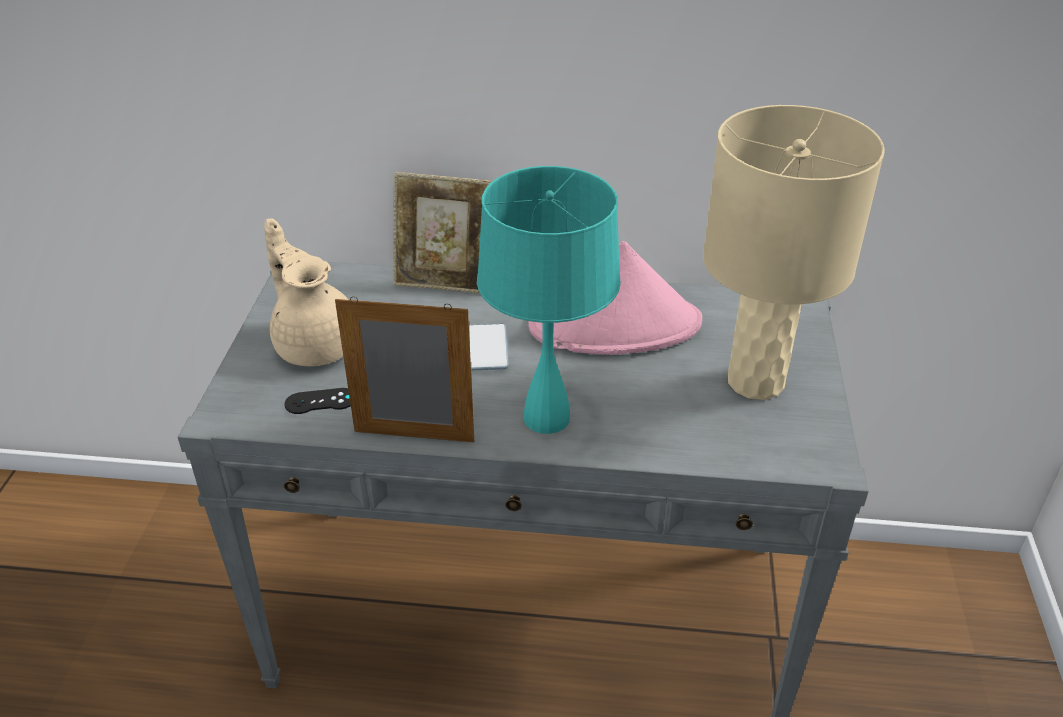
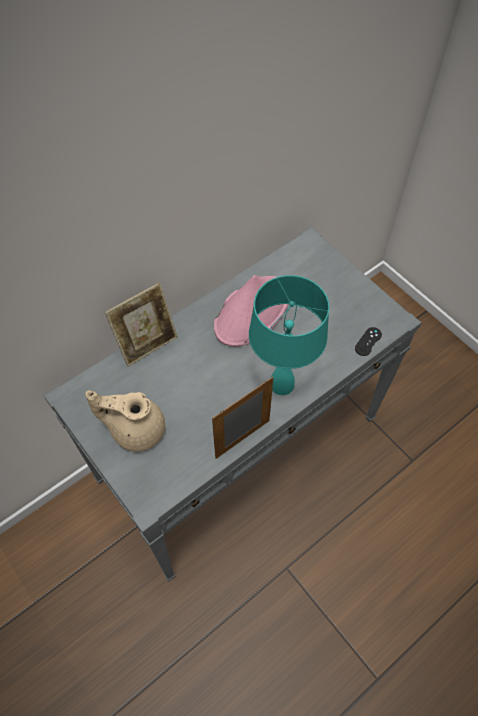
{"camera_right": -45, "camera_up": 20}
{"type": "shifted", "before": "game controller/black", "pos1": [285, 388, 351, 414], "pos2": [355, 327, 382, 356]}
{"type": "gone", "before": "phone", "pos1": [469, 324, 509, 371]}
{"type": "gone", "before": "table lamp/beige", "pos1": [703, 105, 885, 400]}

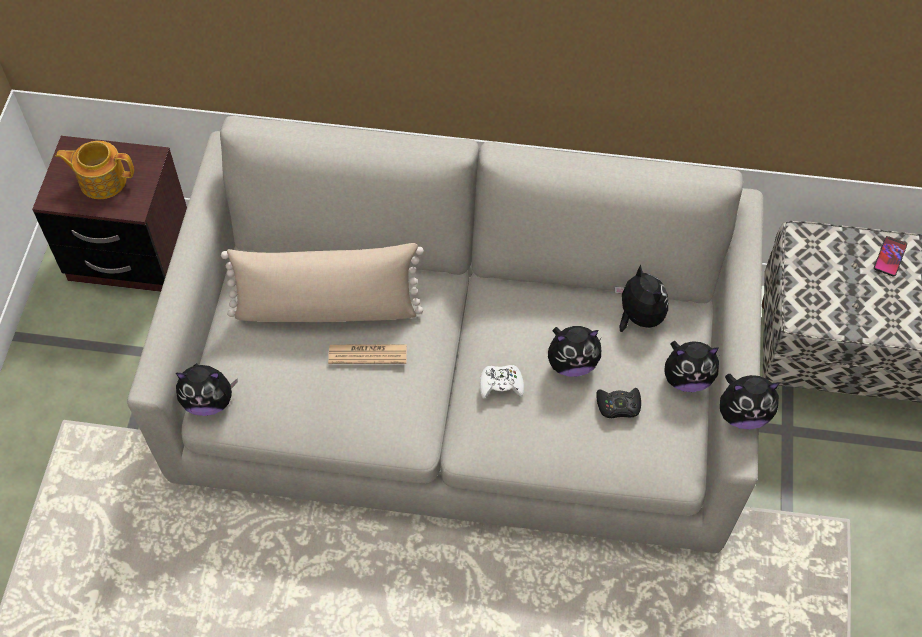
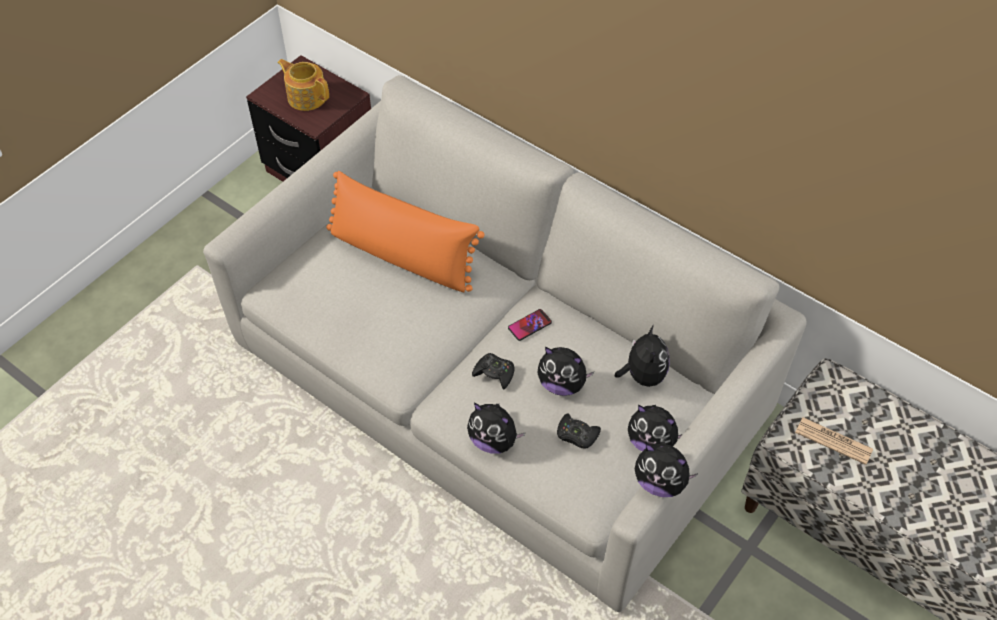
{"camera_right": 30, "camera_up": -5}
{"type": "repainted", "before": "pillow/beige", "after": "pillow/orange", "pos1": [221, 243, 424, 322], "pos2": [326, 171, 484, 292]}
{"type": "shifted", "before": "plush toy", "pos1": [176, 363, 238, 416], "pos2": [467, 403, 526, 453]}
{"type": "repainted", "before": "game controller/white", "after": "game controller/black", "pos1": [480, 365, 524, 398], "pos2": [472, 353, 515, 390]}
{"type": "shifted", "before": "phone", "pos1": [874, 236, 907, 277], "pos2": [508, 309, 552, 341]}
{"type": "shifted", "before": "newspaper", "pos1": [328, 345, 407, 364], "pos2": [795, 417, 873, 465]}

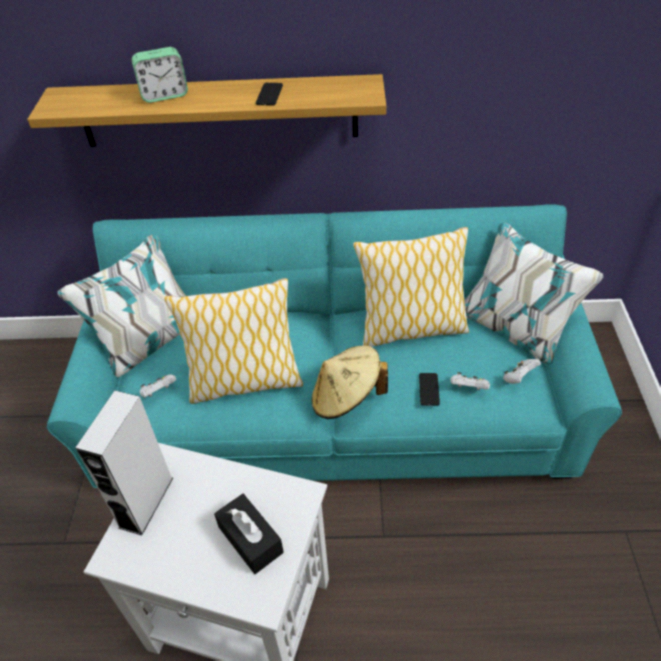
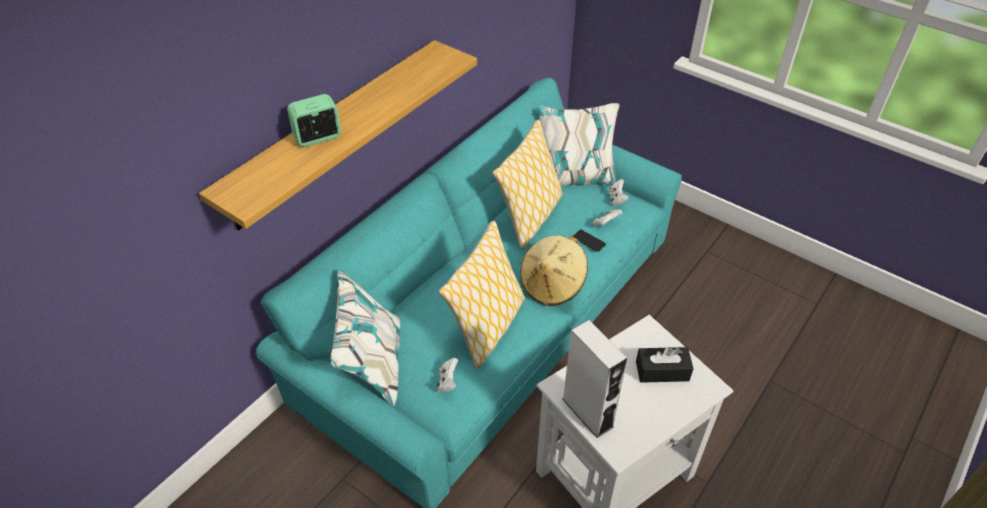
{"camera_right": -55, "camera_up": 0}
{"type": "rotated", "before": "alarm clock", "pos1": [132, 47, 188, 103], "pos2": [287, 94, 341, 147], "turn": -135}
{"type": "gone", "before": "phone", "pos1": [256, 83, 283, 106]}

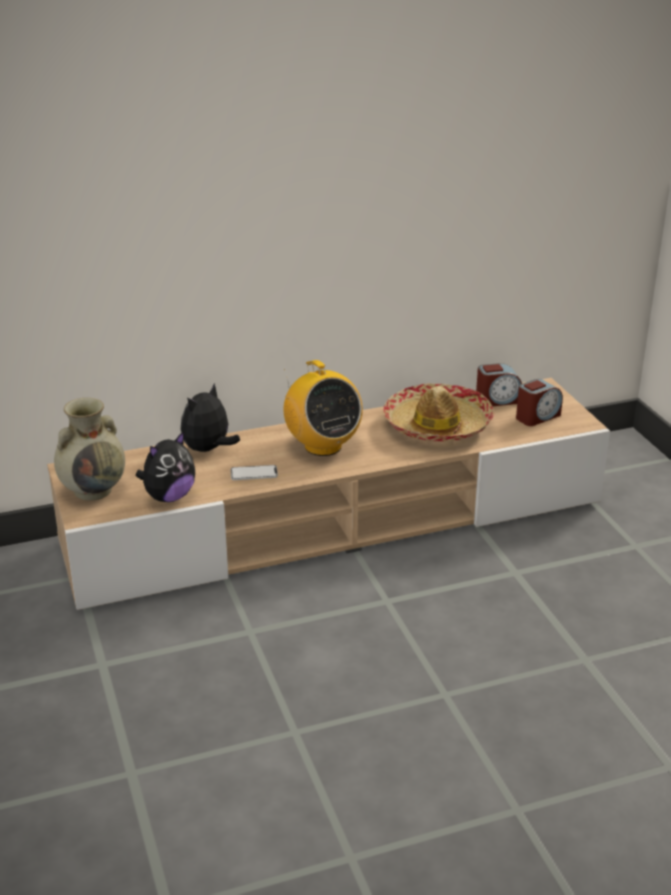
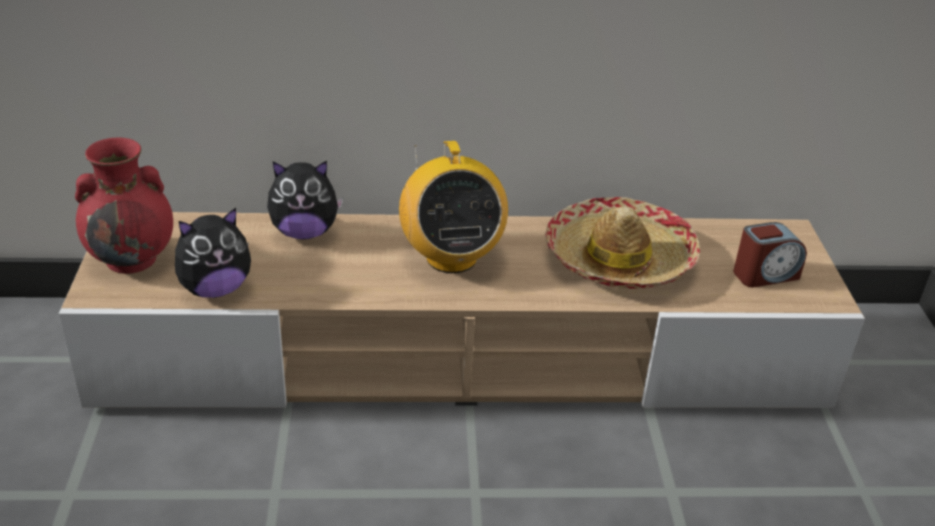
{"camera_right": 15, "camera_up": 5}
{"type": "repainted", "before": "vase/beige", "after": "vase/red", "pos1": [54, 398, 125, 501], "pos2": [75, 137, 173, 274]}
{"type": "rotated", "before": "plush toy", "pos1": [181, 383, 240, 452], "pos2": [267, 161, 344, 240], "turn": -150}
{"type": "gone", "before": "phone", "pos1": [231, 465, 278, 480]}
{"type": "gone", "before": "alarm clock", "pos1": [476, 363, 522, 406]}

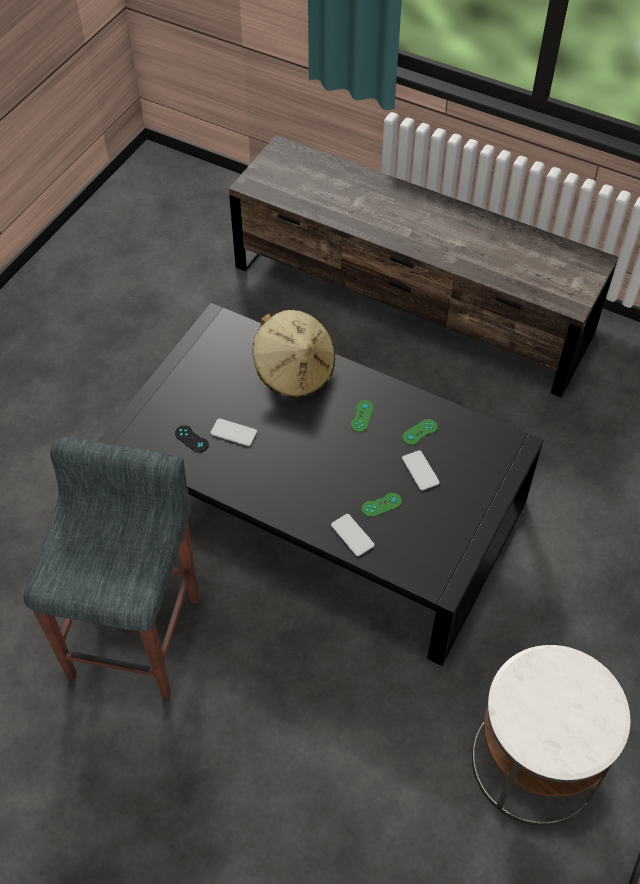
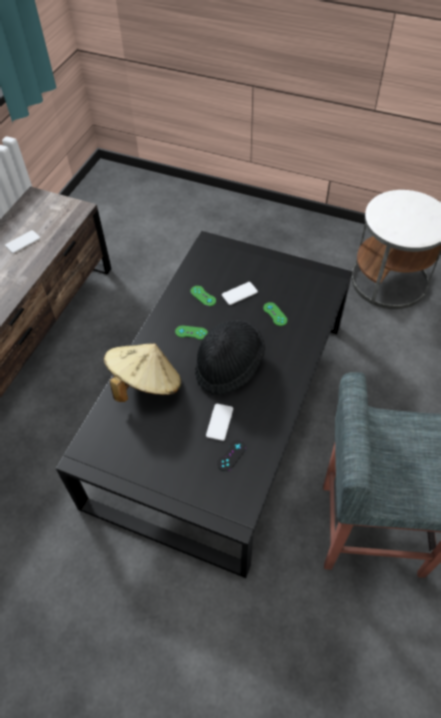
{"camera_right": -95, "camera_up": 0}
{"type": "shifted", "before": "phone", "pos1": [331, 514, 374, 556], "pos2": [5, 230, 40, 253]}
{"type": "new", "after": "hat/black", "pos2": [195, 320, 265, 395]}

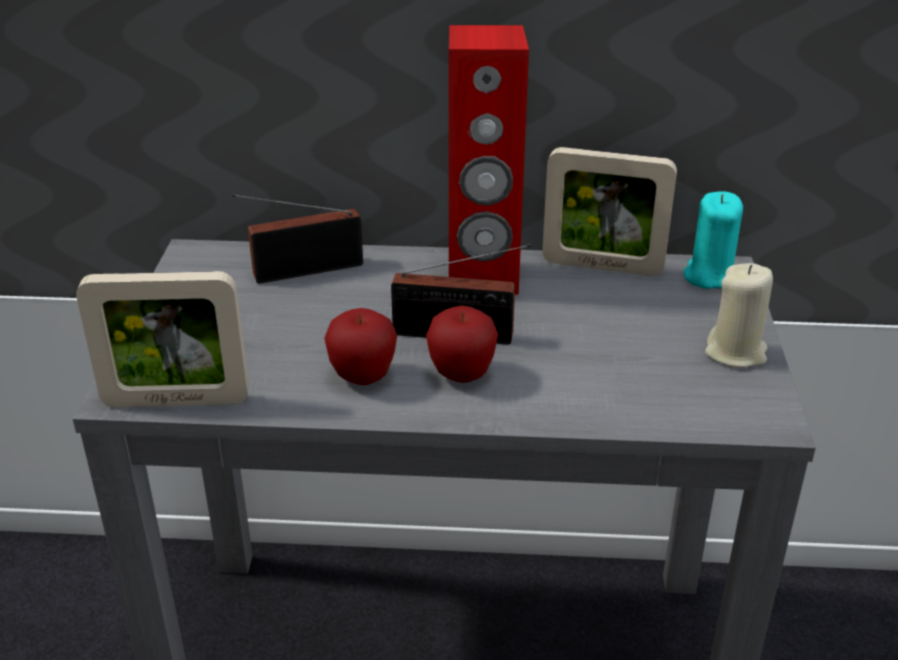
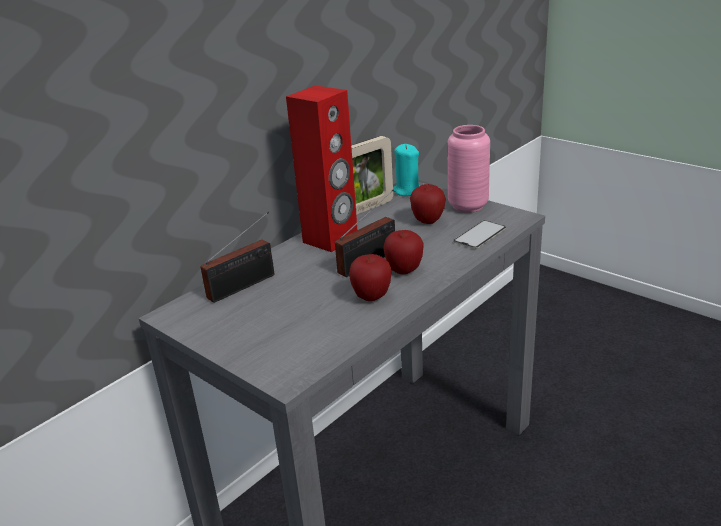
{"camera_right": -50, "camera_up": -5}
{"type": "rotated", "before": "radio", "pos1": [231, 194, 363, 284], "pos2": [201, 211, 274, 303], "turn": -150}
{"type": "new", "after": "apple", "pos2": [410, 184, 445, 224]}
{"type": "swapped", "before": "candle/beige", "after": "vase/pink", "pos1": [705, 263, 773, 368], "pos2": [448, 125, 490, 213]}
{"type": "new", "after": "phone", "pos2": [453, 220, 506, 249]}
{"type": "gone", "before": "picture frame", "pos1": [76, 271, 249, 407]}

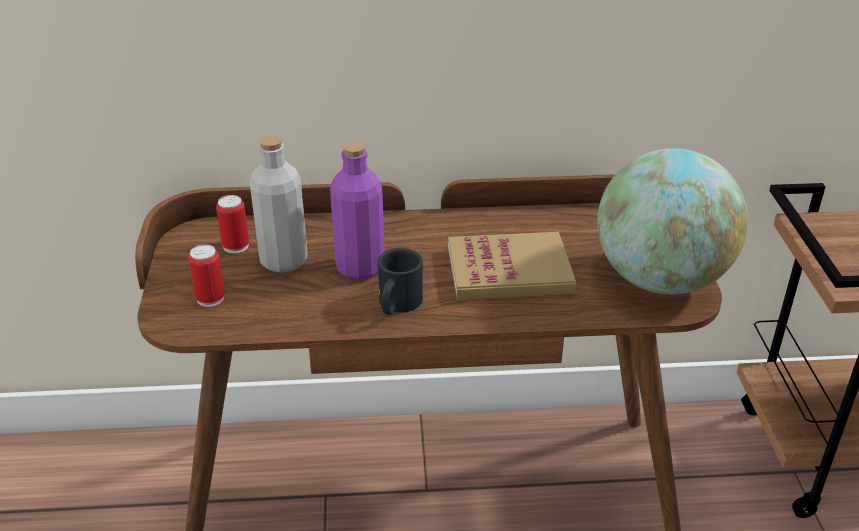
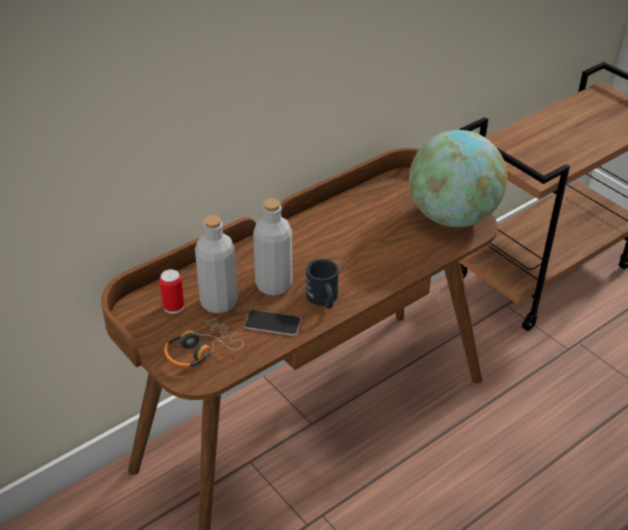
{"camera_right": -35, "camera_up": 5}
{"type": "swapped", "before": "can", "after": "headphones", "pos1": [188, 245, 225, 307], "pos2": [164, 317, 243, 369]}
{"type": "new", "after": "phone", "pos2": [244, 310, 301, 336]}
{"type": "repainted", "before": "bottle/purple", "after": "bottle/grey", "pos1": [330, 141, 384, 280], "pos2": [253, 198, 292, 296]}
{"type": "gone", "before": "book", "pos1": [448, 232, 576, 300]}

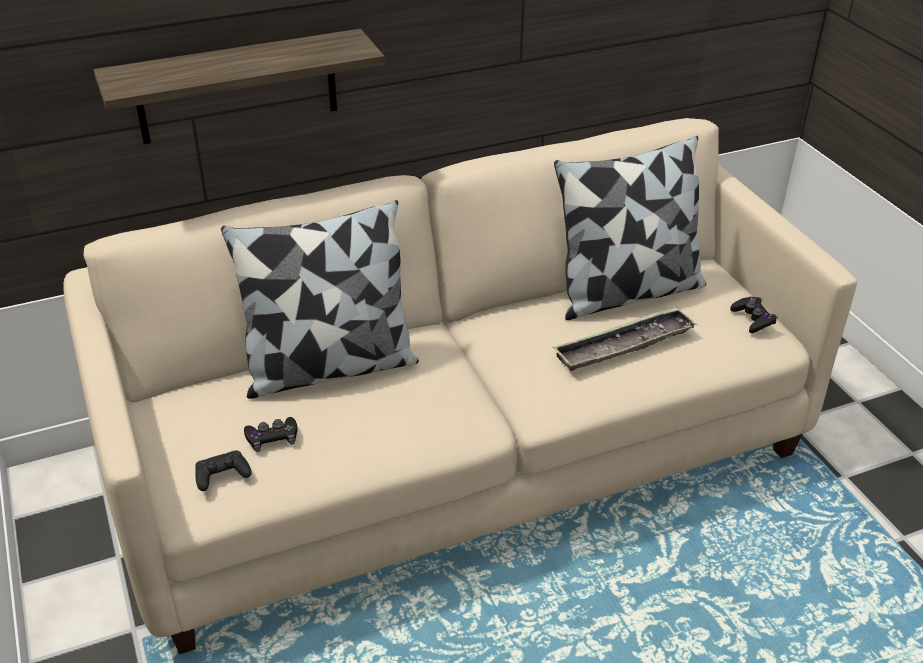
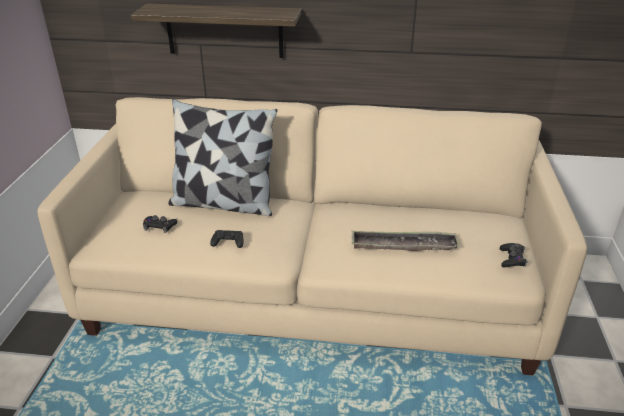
{"camera_right": 30, "camera_up": -5}
{"type": "shifted", "before": "game controller/black", "pos1": [195, 450, 252, 491], "pos2": [210, 230, 244, 248]}
{"type": "gone", "before": "pillow", "pos1": [554, 136, 706, 320]}

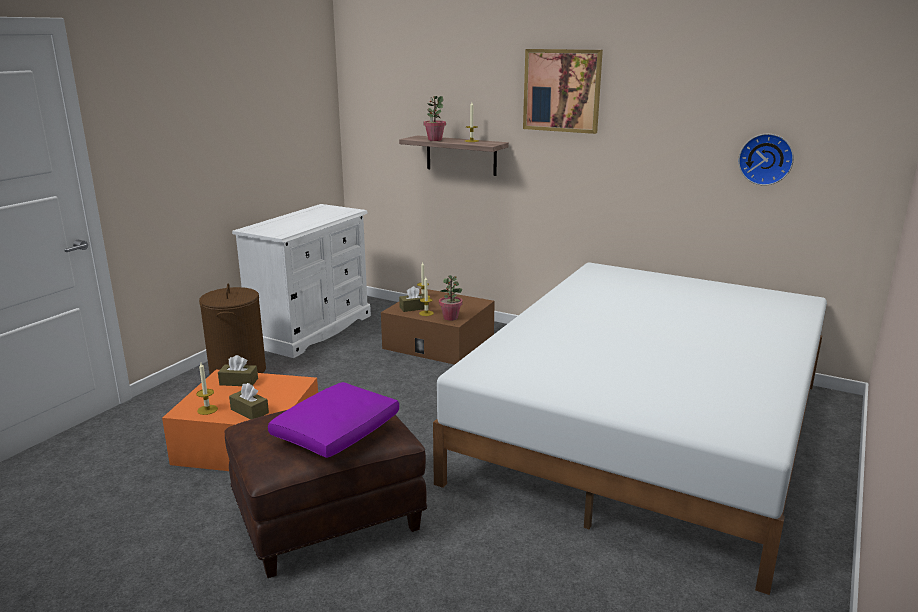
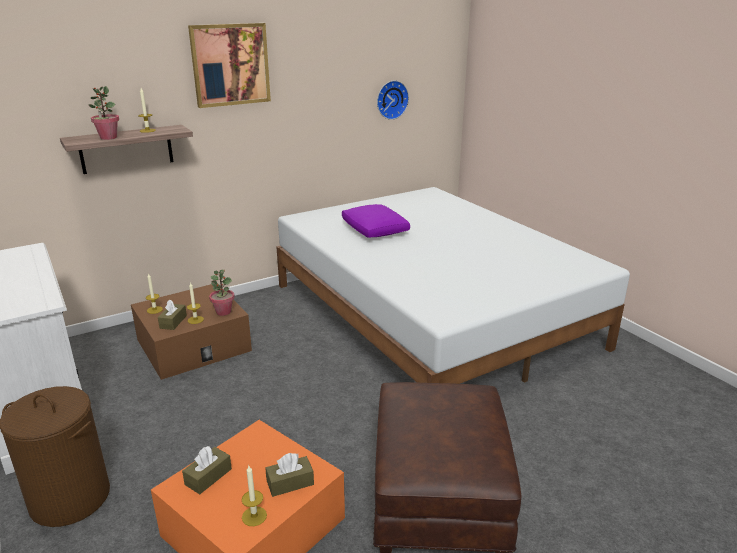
{"camera_right": -60, "camera_up": 5}
{"type": "shifted", "before": "pillow/purple", "pos1": [268, 382, 399, 458], "pos2": [342, 204, 410, 238]}

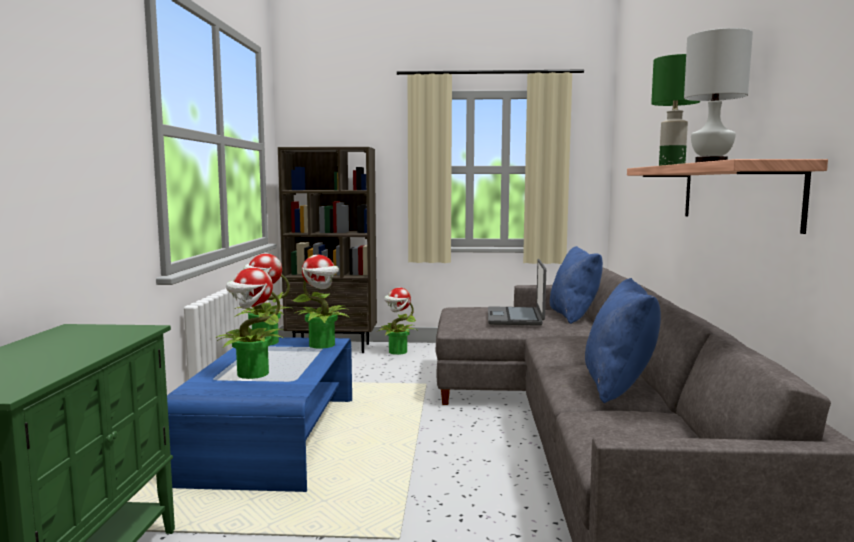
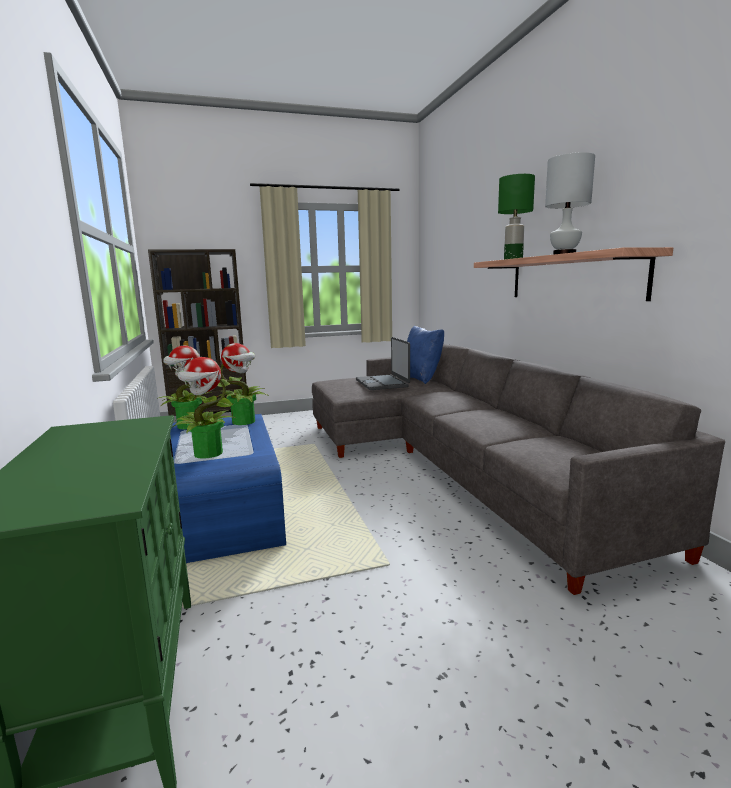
{"camera_right": -20, "camera_up": 5}
{"type": "gone", "before": "potted plant", "pos1": [378, 287, 417, 355]}
{"type": "gone", "before": "pillow/blue", "pos1": [585, 278, 661, 403]}

